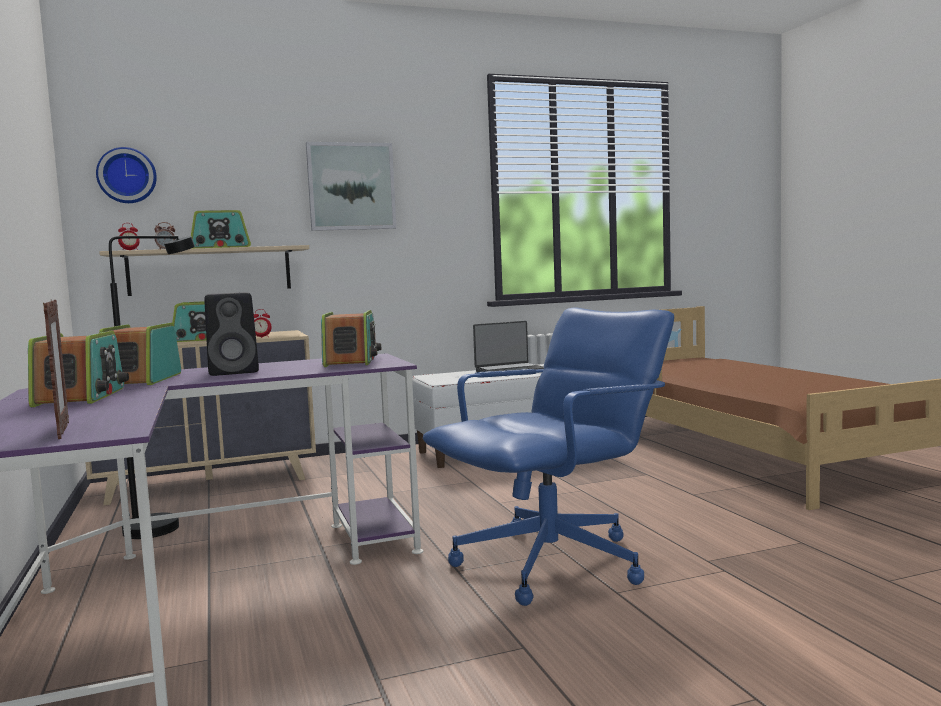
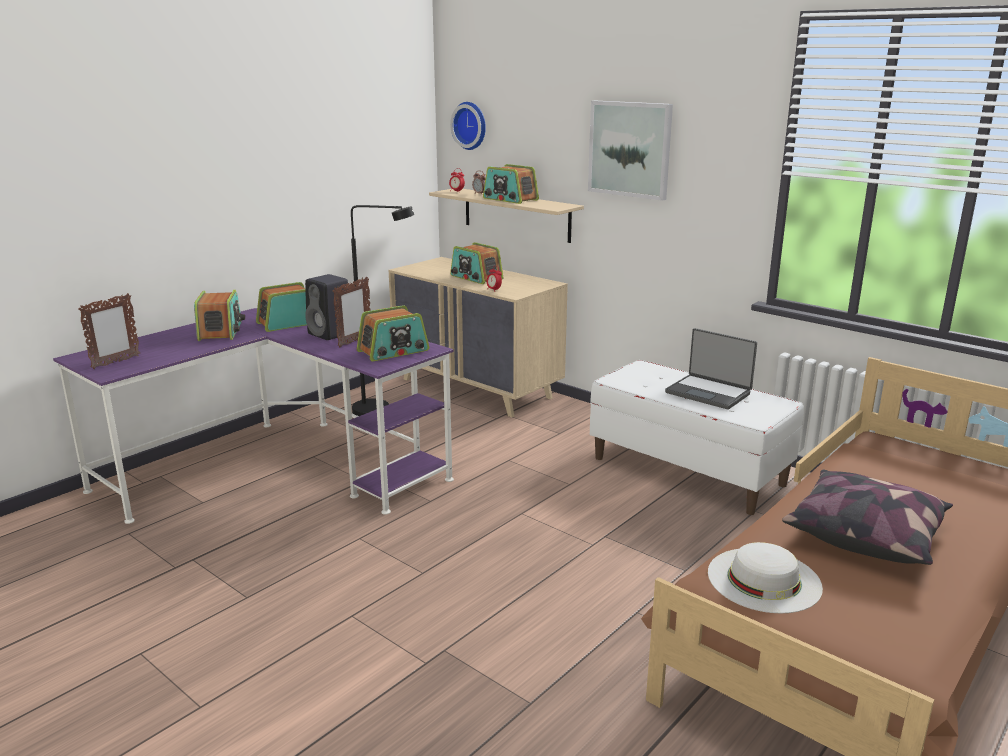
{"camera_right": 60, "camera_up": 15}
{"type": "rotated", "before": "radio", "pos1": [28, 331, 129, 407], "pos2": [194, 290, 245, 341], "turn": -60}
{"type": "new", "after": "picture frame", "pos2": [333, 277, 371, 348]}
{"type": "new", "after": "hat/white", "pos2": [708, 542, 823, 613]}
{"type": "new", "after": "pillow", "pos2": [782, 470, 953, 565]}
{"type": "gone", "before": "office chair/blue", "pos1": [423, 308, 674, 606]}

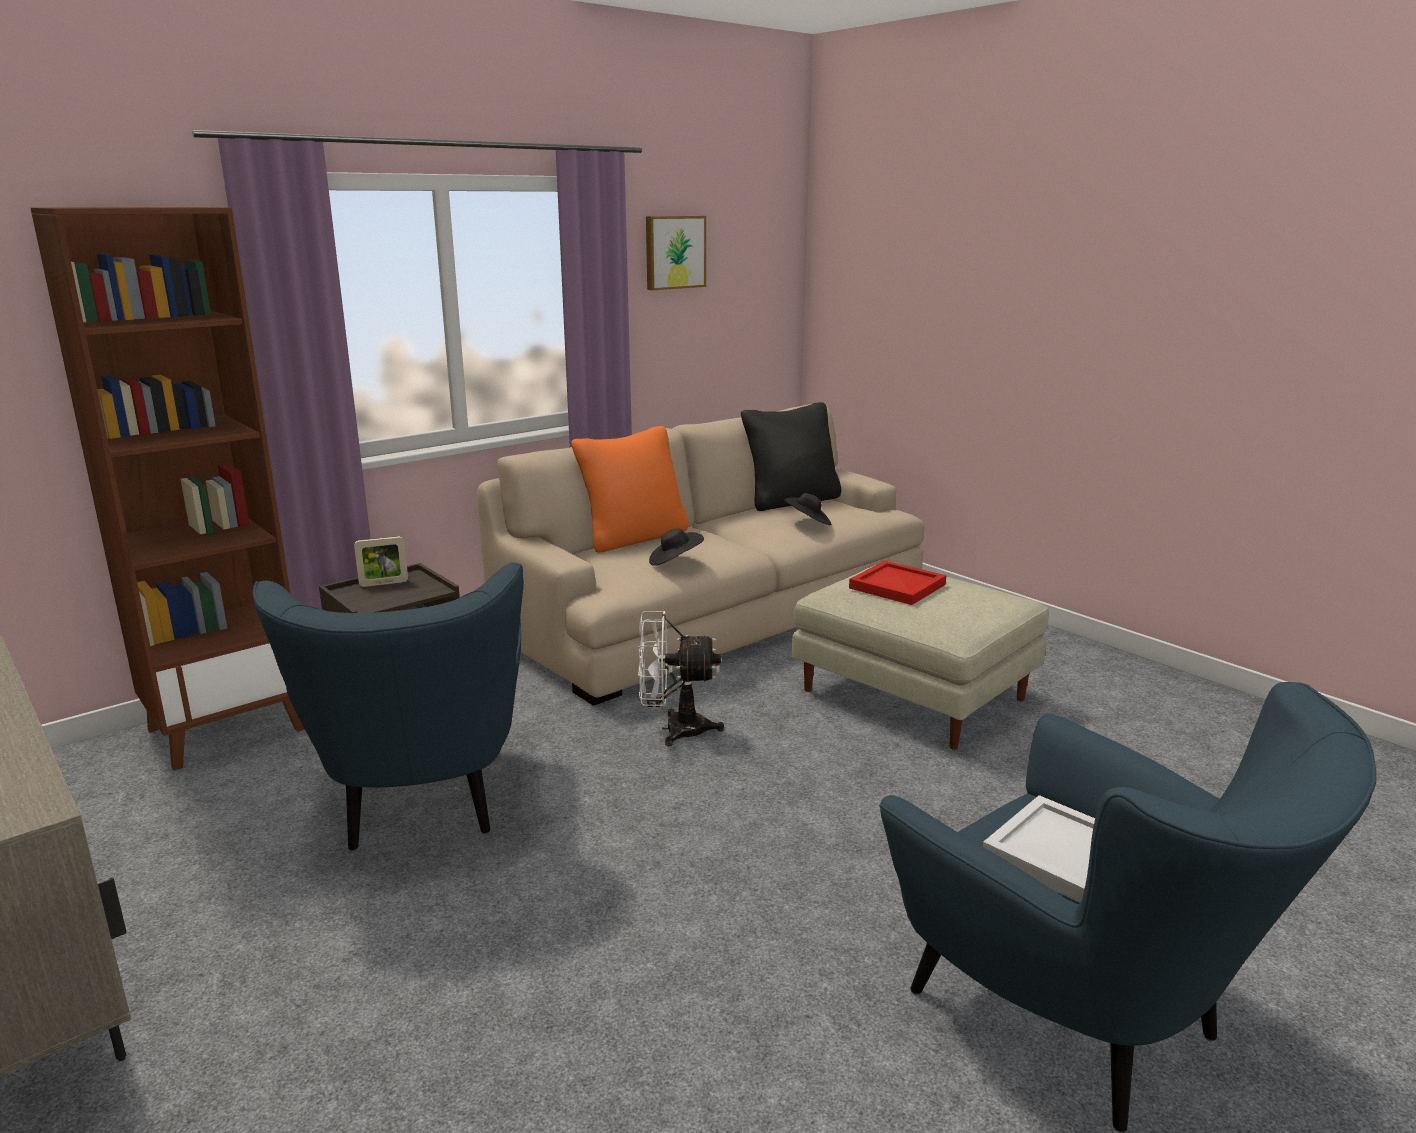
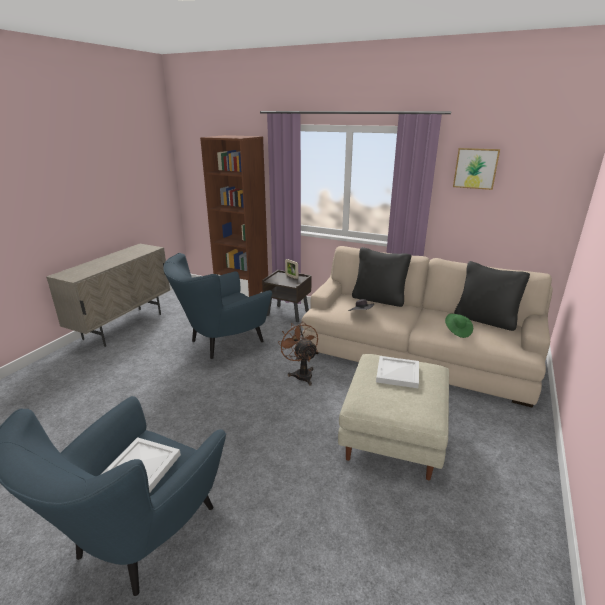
{"camera_right": 65, "camera_up": 5}
{"type": "repainted", "before": "fan/white", "after": "fan/brown", "pos1": [638, 611, 724, 746], "pos2": [278, 321, 318, 386]}
{"type": "repainted", "before": "pillow/orange", "after": "pillow/black", "pos1": [571, 426, 689, 553], "pos2": [352, 247, 411, 307]}
{"type": "repainted", "before": "tray/red", "after": "tray/white", "pos1": [849, 561, 946, 605], "pos2": [376, 356, 419, 388]}
{"type": "repainted", "before": "hat/black", "after": "hat/green", "pos1": [784, 493, 831, 525], "pos2": [445, 314, 473, 338]}

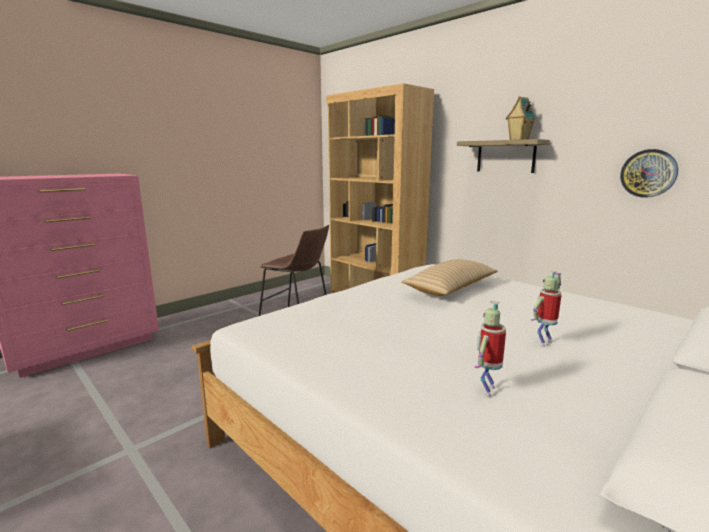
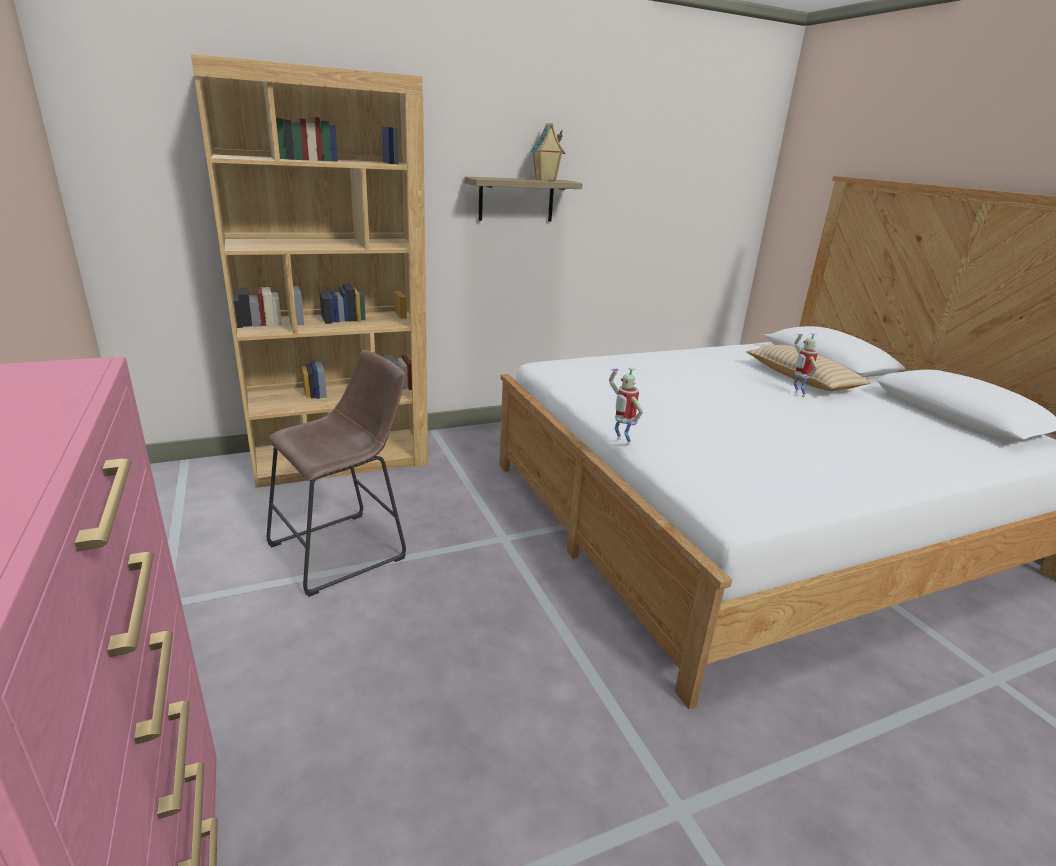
{"camera_right": -70, "camera_up": 10}
{"type": "shifted", "before": "toy robot", "pos1": [474, 301, 506, 397], "pos2": [609, 367, 643, 445]}
{"type": "shifted", "before": "pillow/beige", "pos1": [401, 259, 498, 296], "pos2": [746, 345, 871, 391]}
{"type": "gone", "before": "wall clock", "pos1": [620, 149, 678, 198]}

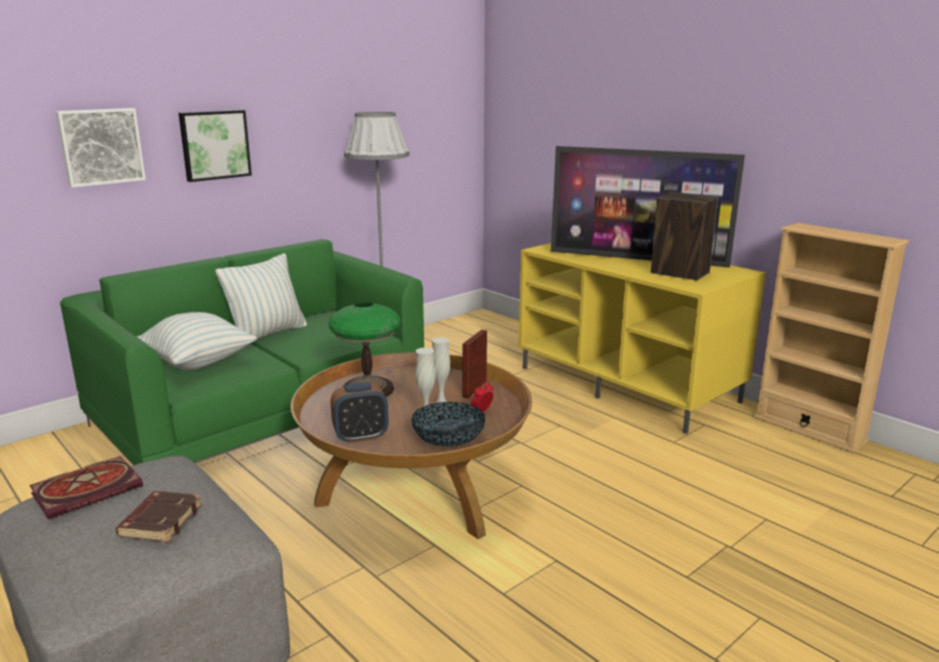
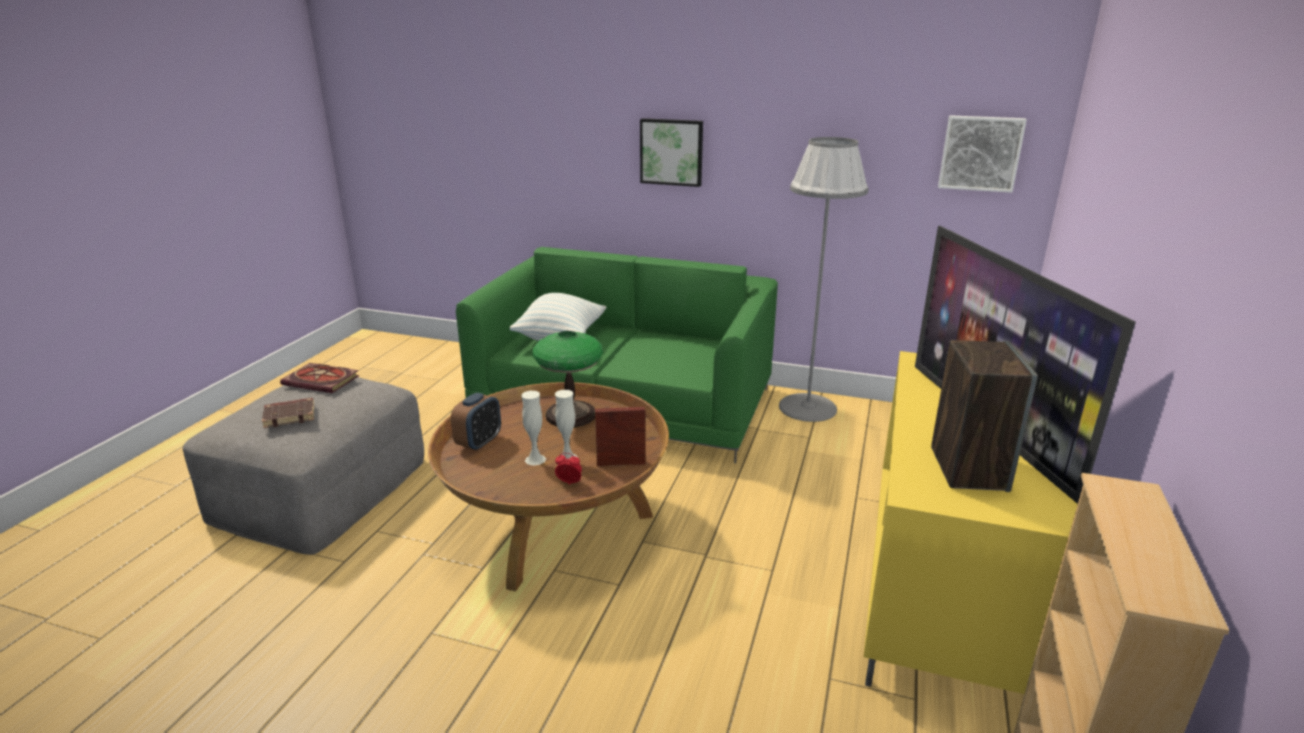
{"camera_right": 60, "camera_up": 5}
{"type": "rotated", "before": "alarm clock", "pos1": [331, 383, 389, 443], "pos2": [451, 392, 501, 451], "turn": -105}
{"type": "shifted", "before": "picture", "pos1": [56, 108, 146, 188], "pos2": [938, 115, 1027, 193]}
{"type": "gone", "before": "pillow", "pos1": [216, 253, 307, 339]}
{"type": "gone", "before": "bowl", "pos1": [411, 402, 485, 446]}

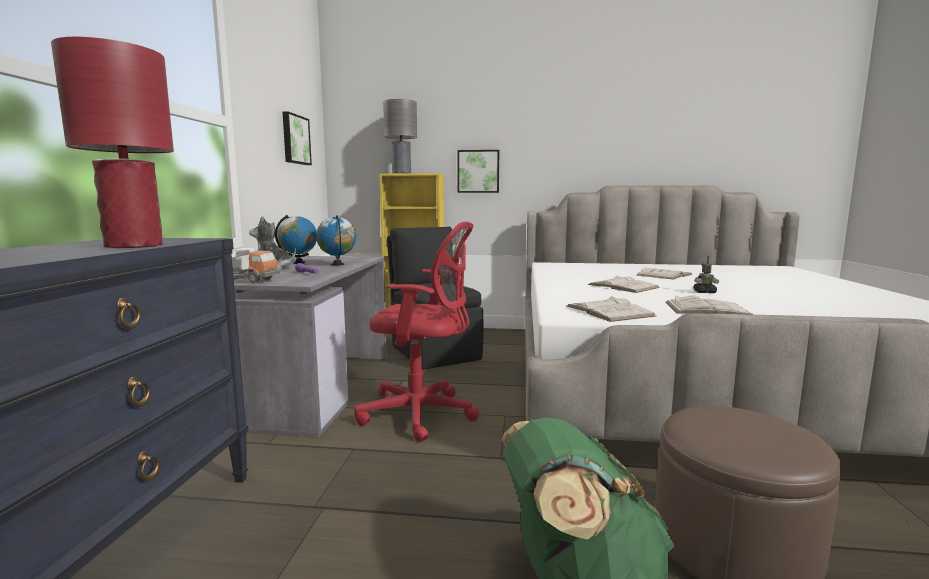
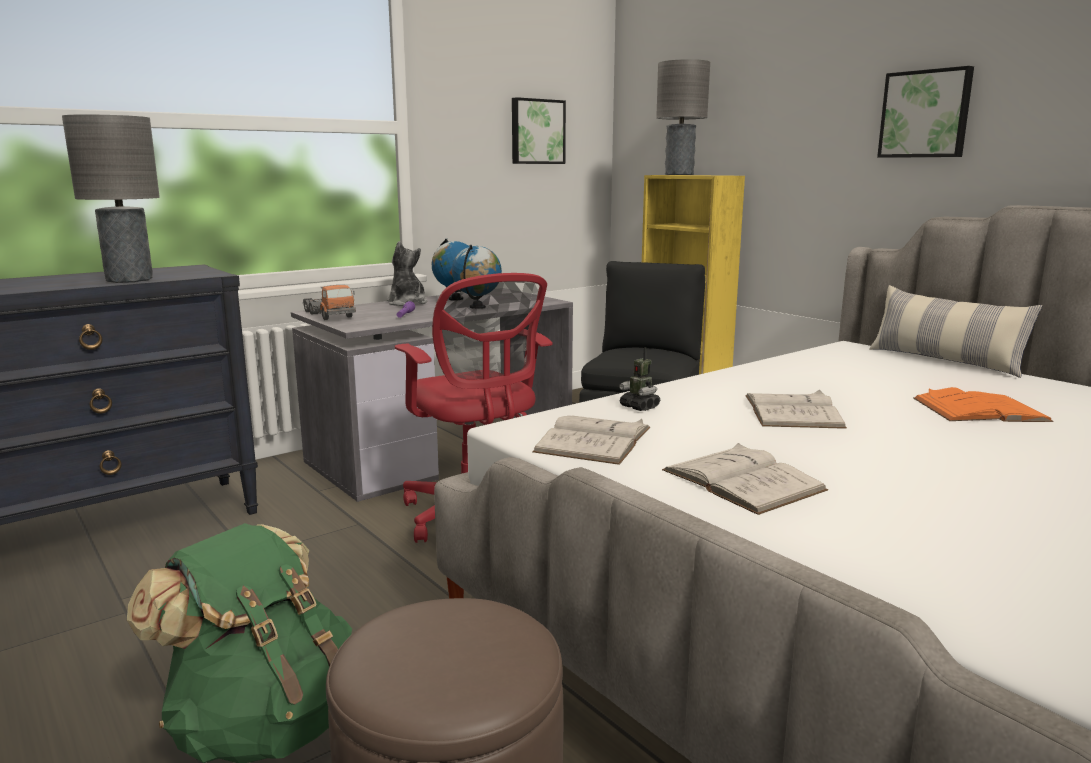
{"camera_right": 45, "camera_up": 5}
{"type": "repainted", "before": "table lamp/red", "after": "table lamp/grey", "pos1": [51, 37, 174, 248], "pos2": [62, 114, 160, 283]}
{"type": "shifted", "before": "toy robot", "pos1": [694, 256, 719, 293], "pos2": [619, 347, 660, 411]}
{"type": "new", "after": "pillow", "pos2": [869, 285, 1042, 378]}
{"type": "shifted", "before": "picture", "pos1": [457, 150, 499, 193], "pos2": [877, 66, 974, 158]}
{"type": "repainted", "before": "book/white", "after": "book/orange", "pos1": [637, 268, 693, 279], "pos2": [913, 387, 1054, 422]}

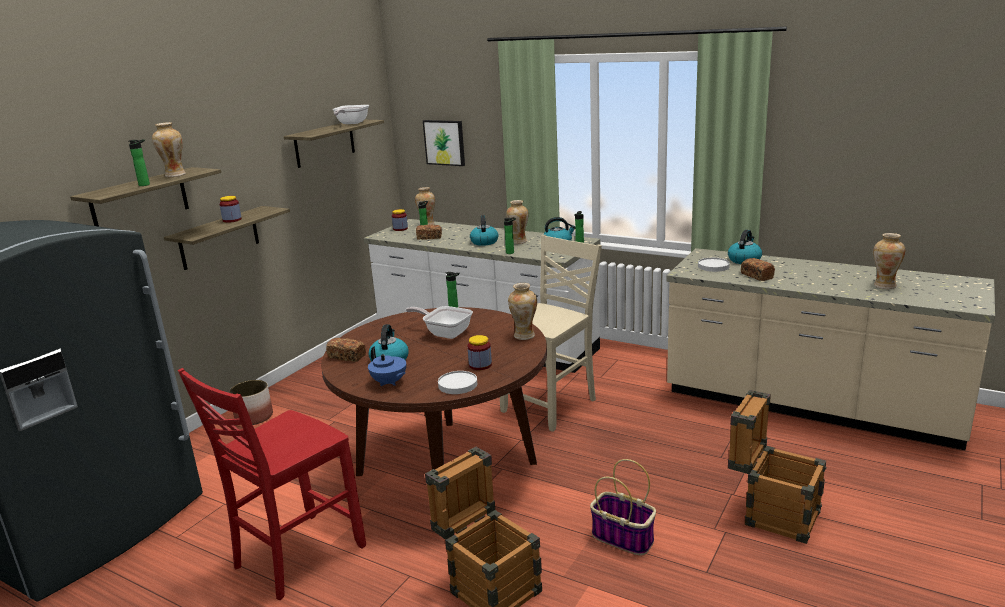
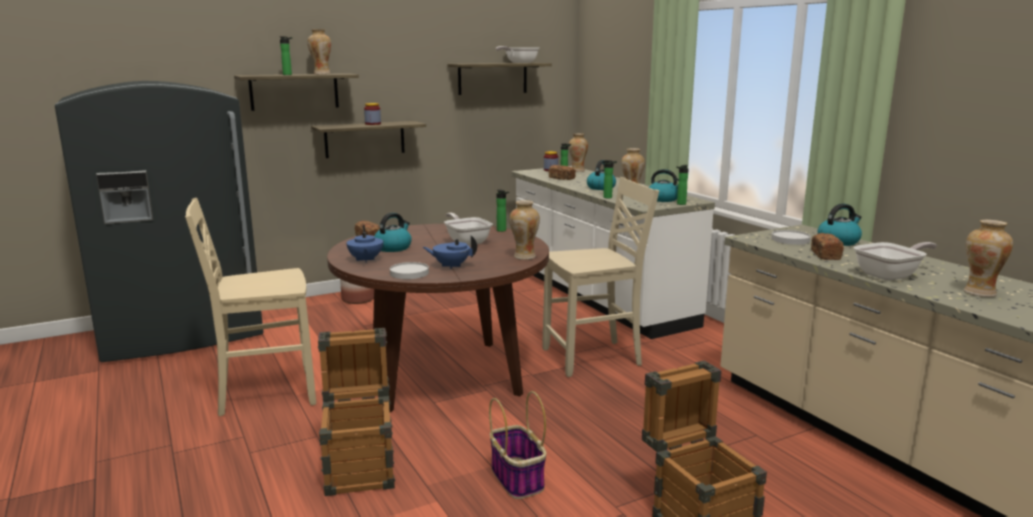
{"camera_right": 30, "camera_up": -5}
{"type": "repainted", "before": "chair/red", "after": "chair/beige", "pos1": [178, 368, 366, 600], "pos2": [185, 198, 316, 416]}
{"type": "swapped", "before": "jar", "after": "teapot/blue", "pos1": [468, 335, 492, 370], "pos2": [423, 235, 477, 269]}
{"type": "new", "after": "frying pan", "pos2": [854, 242, 937, 281]}
{"type": "gone", "before": "picture", "pos1": [423, 120, 465, 166]}

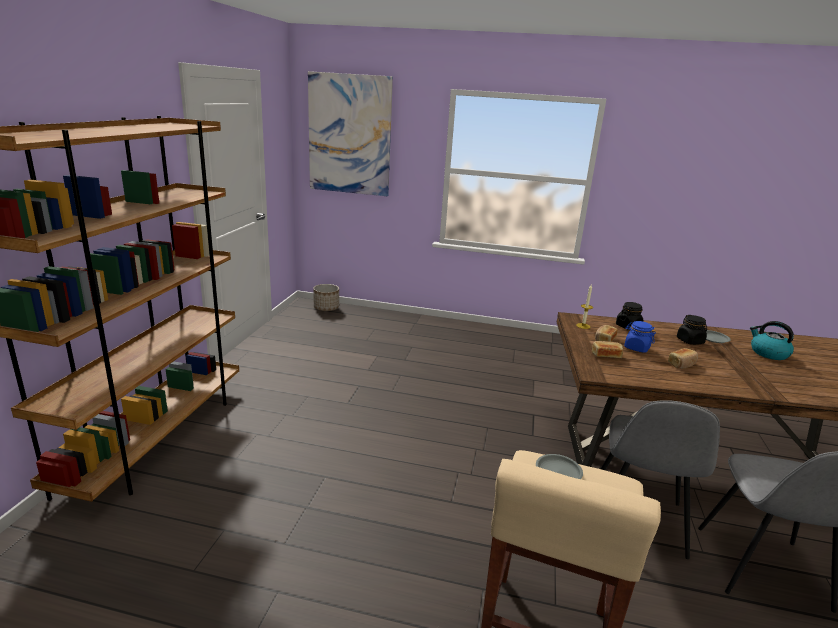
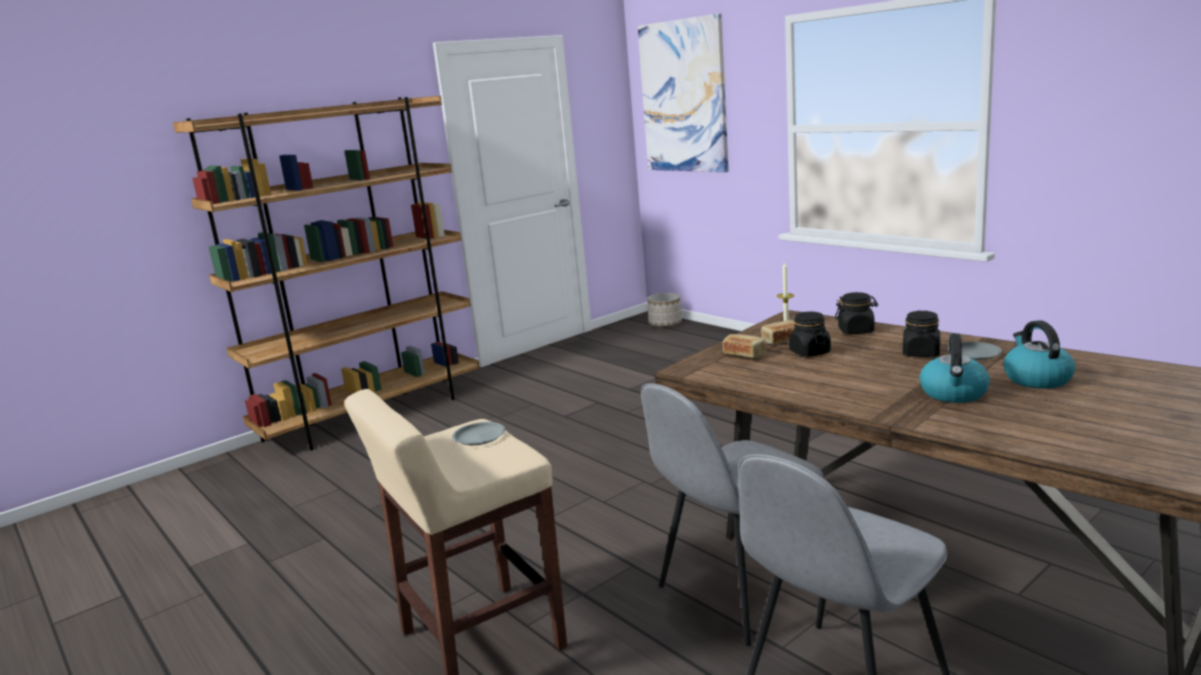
{"camera_right": 40, "camera_up": -5}
{"type": "repainted", "before": "jar/blue", "after": "jar/black", "pos1": [624, 321, 656, 353], "pos2": [789, 312, 831, 357]}
{"type": "new", "after": "kettle", "pos2": [919, 333, 990, 403]}
{"type": "gone", "before": "bread", "pos1": [668, 348, 698, 369]}

